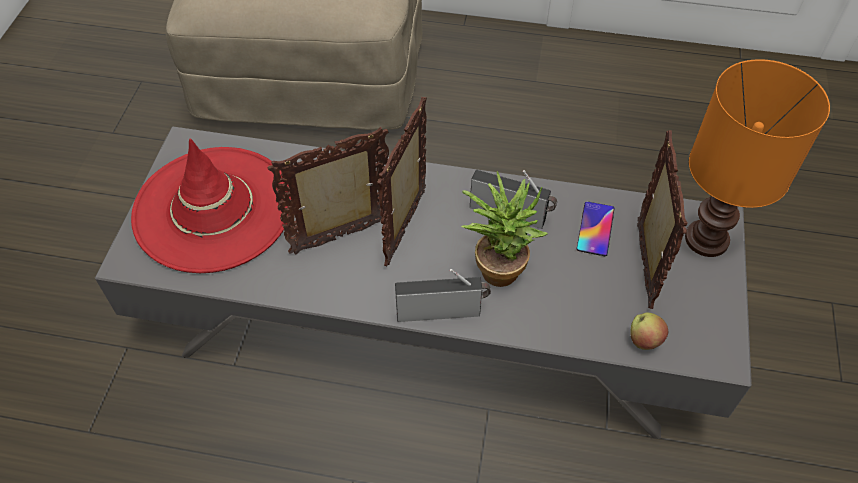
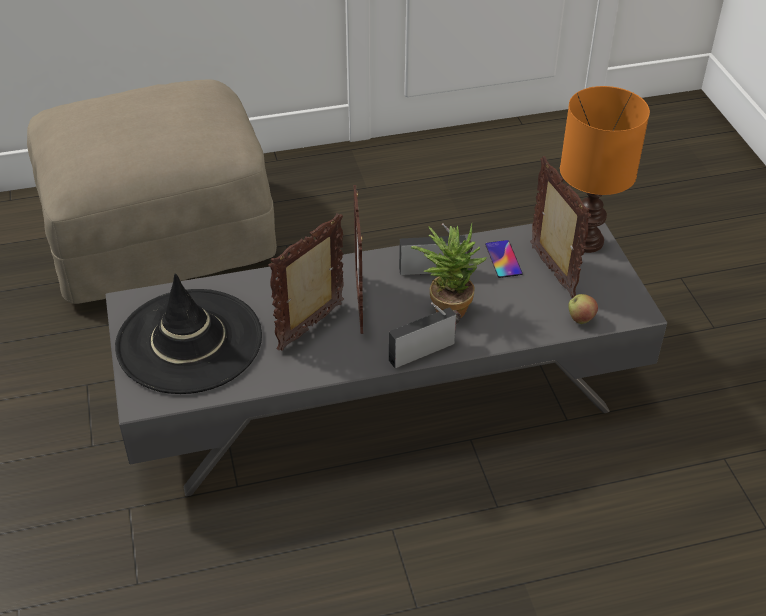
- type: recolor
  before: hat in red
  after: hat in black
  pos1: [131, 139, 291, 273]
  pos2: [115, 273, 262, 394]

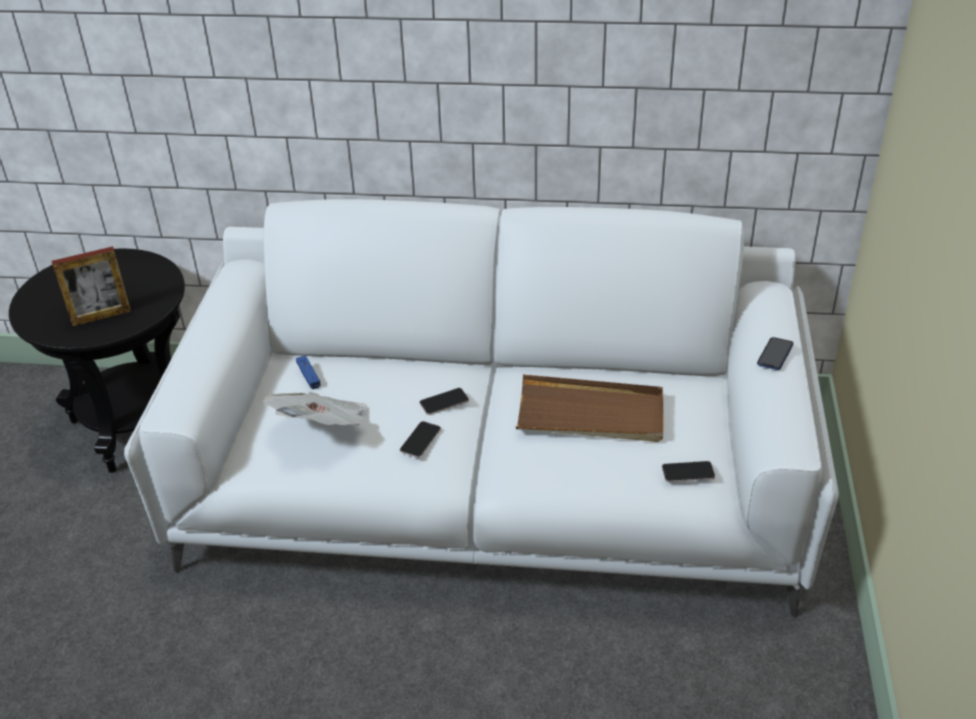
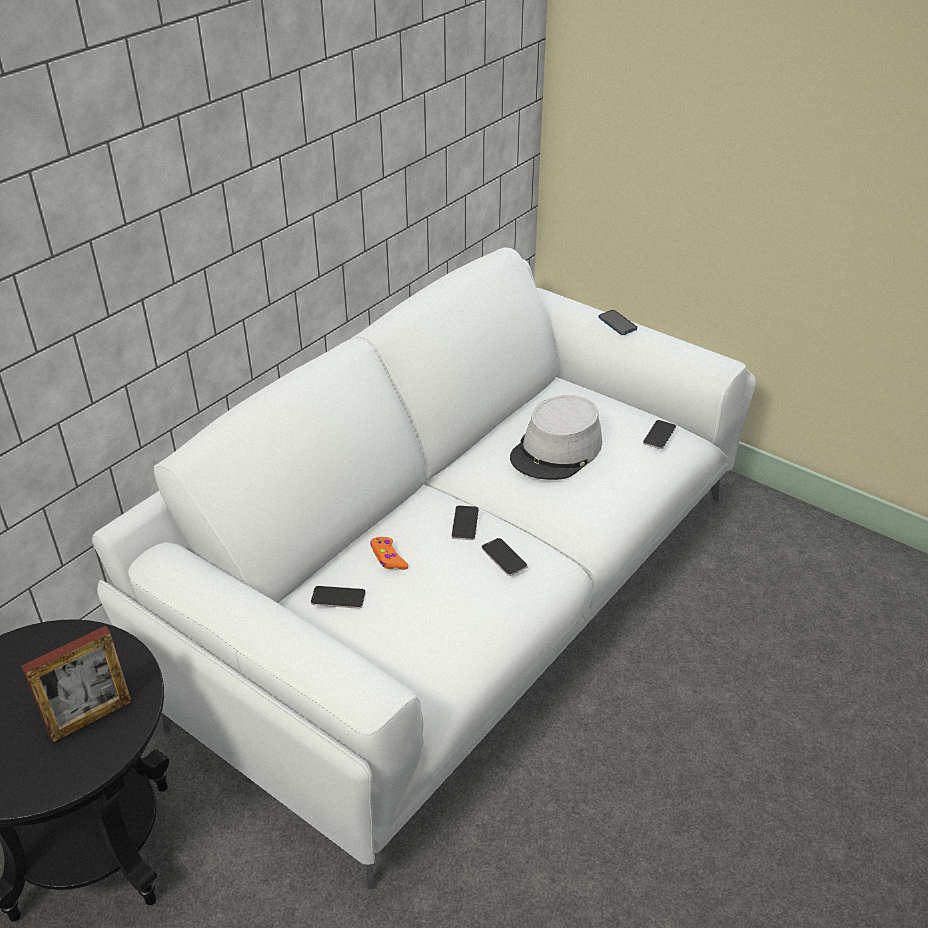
- type: delete
  before: newspaper
  pos1: [263, 392, 368, 425]
- type: insert
  after: gamepad in orange-coloured
  pos2: [370, 537, 408, 570]
- type: replace
  before: gamepad in blue-coloured
  after: phone
  pos1: [296, 355, 321, 389]
  pos2: [310, 586, 366, 609]
- type: replace
  before: carrying tray in brown-coloured
  after: hat in grey
  pos1: [516, 374, 664, 442]
  pos2: [510, 395, 602, 480]
- type: rotate
  before: standing frame
  pos1: [52, 246, 131, 327]
  pos2: [21, 626, 132, 743]
  turn: 45

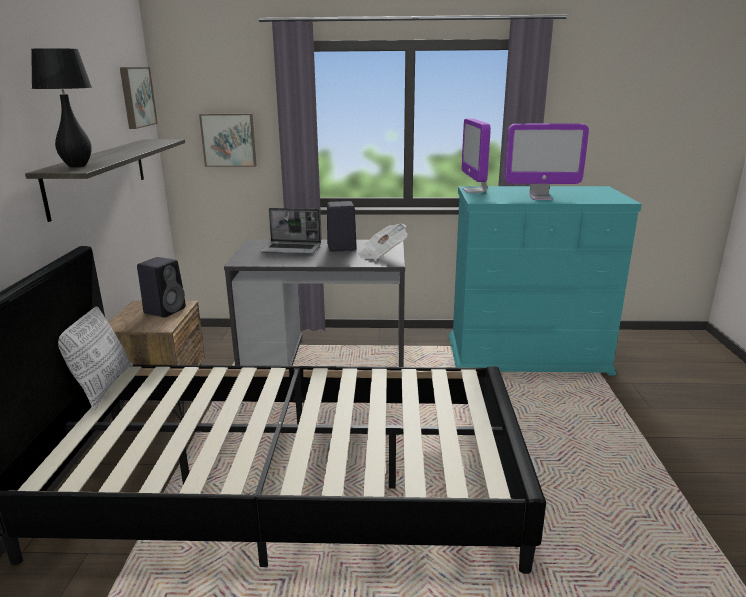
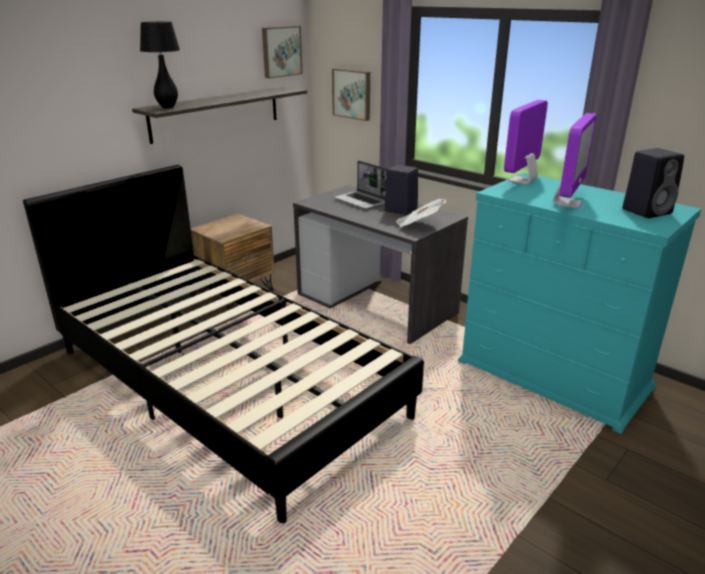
- type: delete
  before: throw pillow
  pos1: [58, 307, 133, 410]
- type: move
  before: audio speaker in black
  pos1: [137, 257, 186, 318]
  pos2: [622, 148, 684, 218]
- type: rotate
  before: computer display
  pos1: [505, 124, 589, 200]
  pos2: [553, 113, 597, 208]
  turn: -105

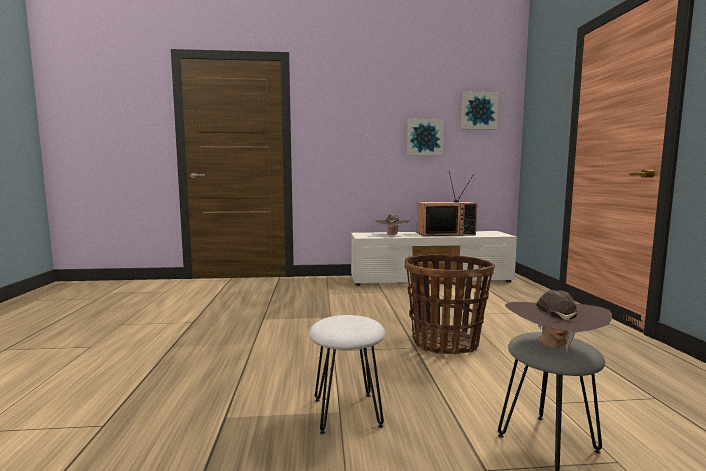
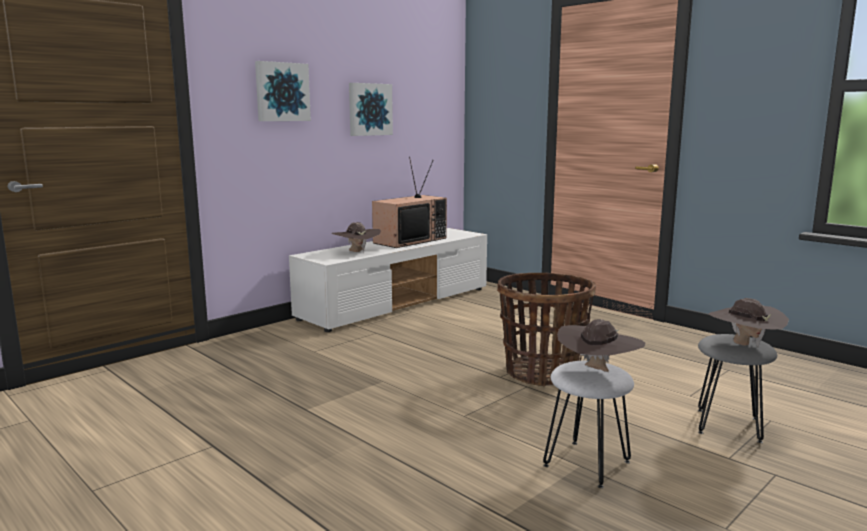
- type: insert
  after: hat in brown-coloured
  pos2: [557, 319, 645, 372]
- type: move
  before: picture
  pos1: [461, 91, 499, 130]
  pos2: [255, 61, 311, 121]

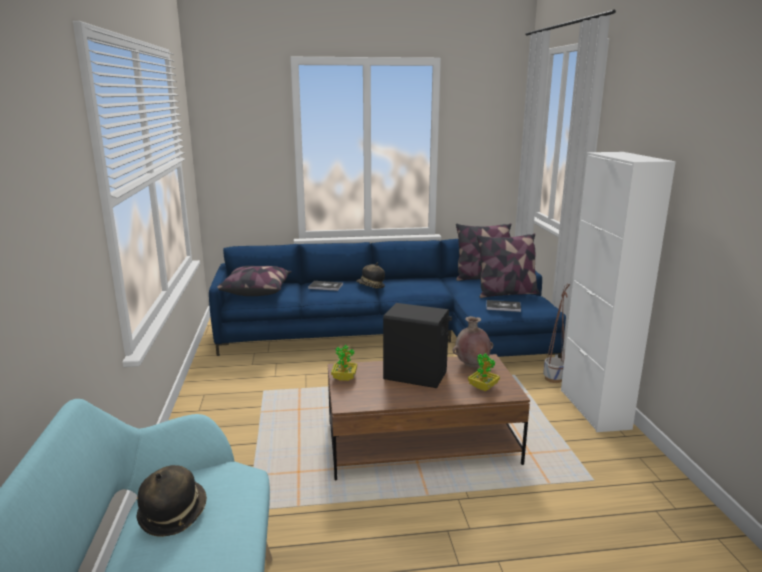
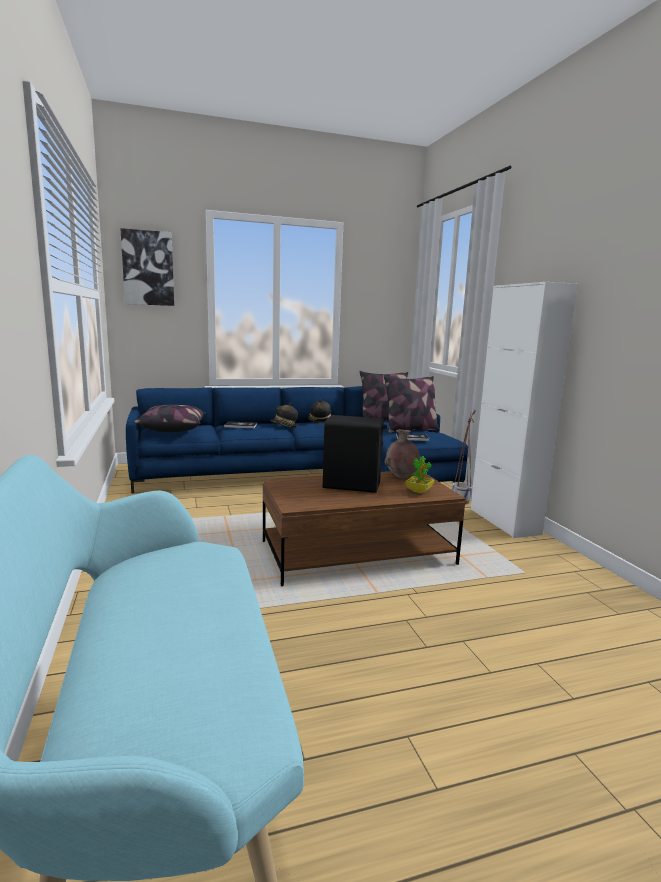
- type: delete
  before: plant in a pot
  pos1: [331, 345, 357, 381]
- type: insert
  after: picture
  pos2: [120, 228, 174, 306]
- type: move
  before: hat
  pos1: [137, 465, 207, 537]
  pos2: [308, 399, 331, 423]

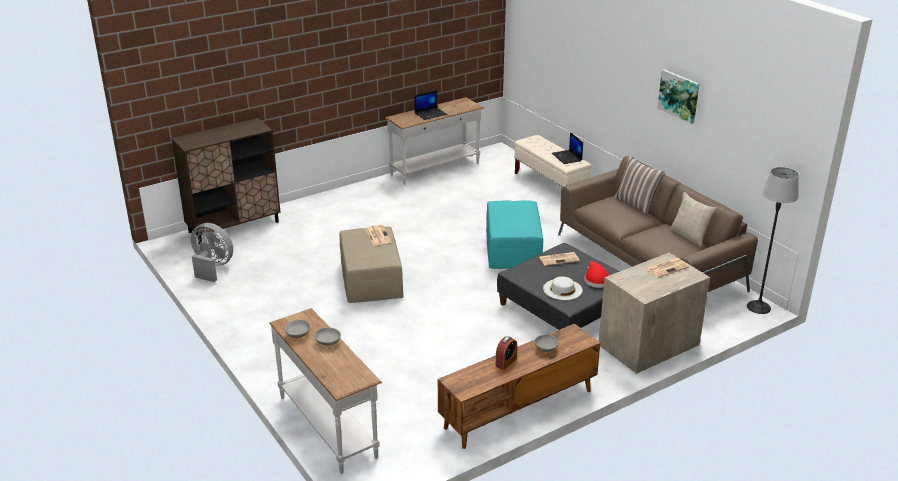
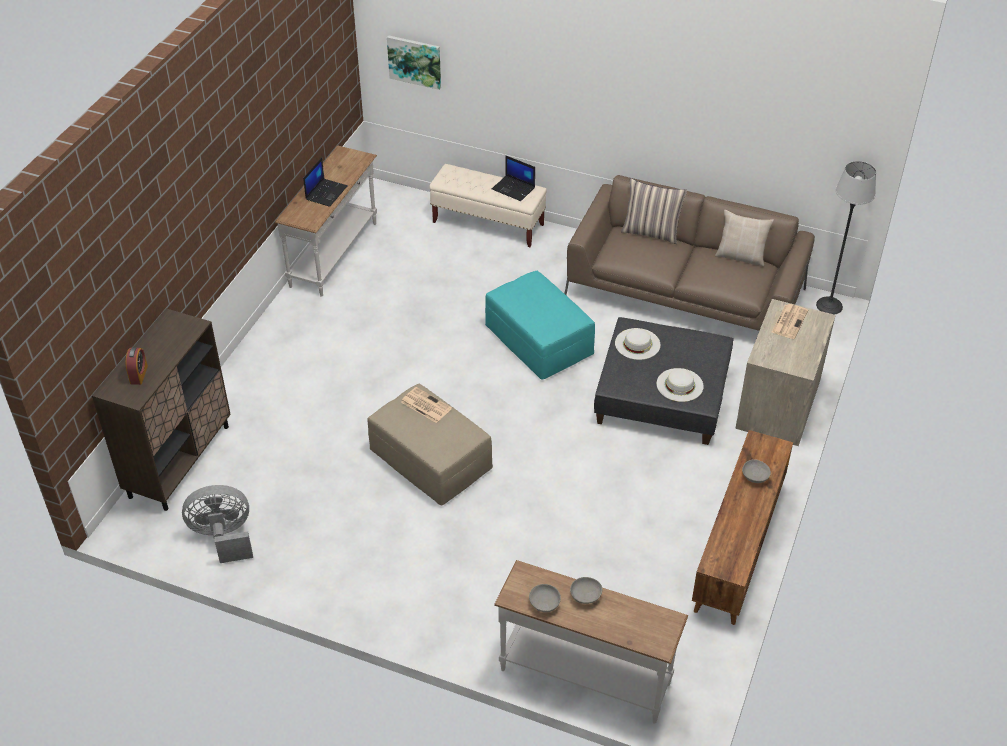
- type: delete
  before: hat in red
  pos1: [584, 261, 609, 288]
- type: move
  before: bedside clock
  pos1: [495, 336, 517, 370]
  pos2: [126, 347, 148, 385]
- type: move
  before: picture
  pos1: [658, 69, 699, 124]
  pos2: [387, 35, 441, 90]
- type: replace
  before: newspaper
  after: hat in white
  pos1: [539, 252, 580, 266]
  pos2: [615, 328, 660, 360]

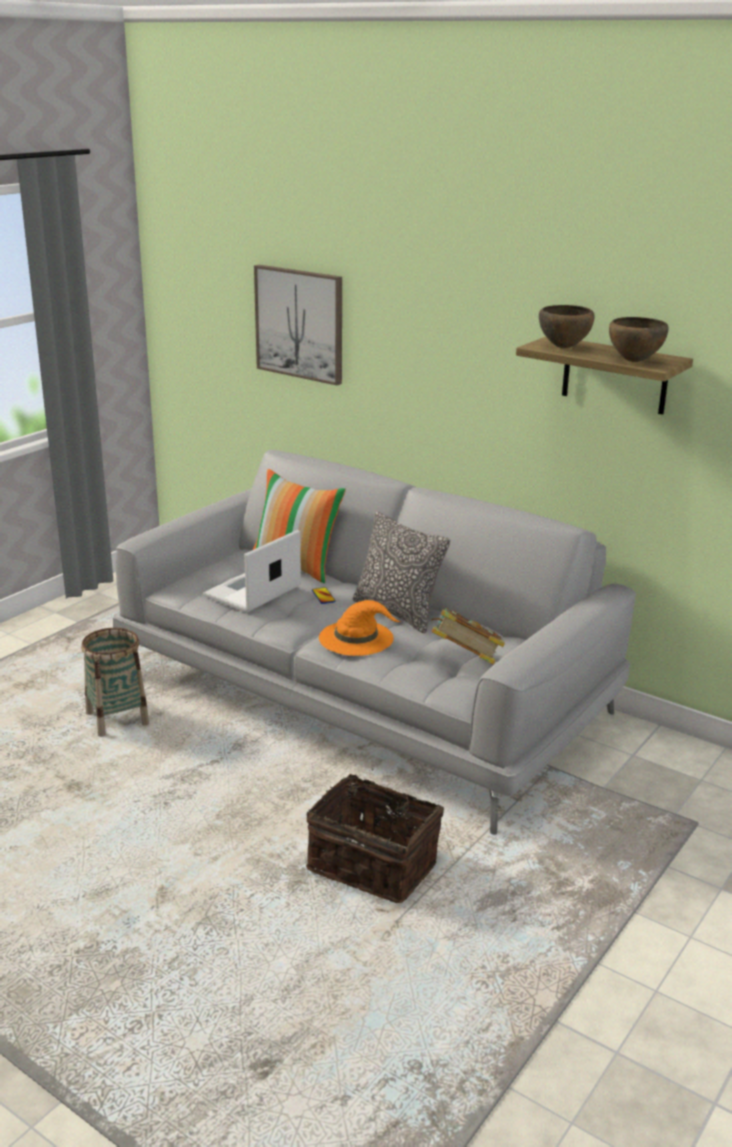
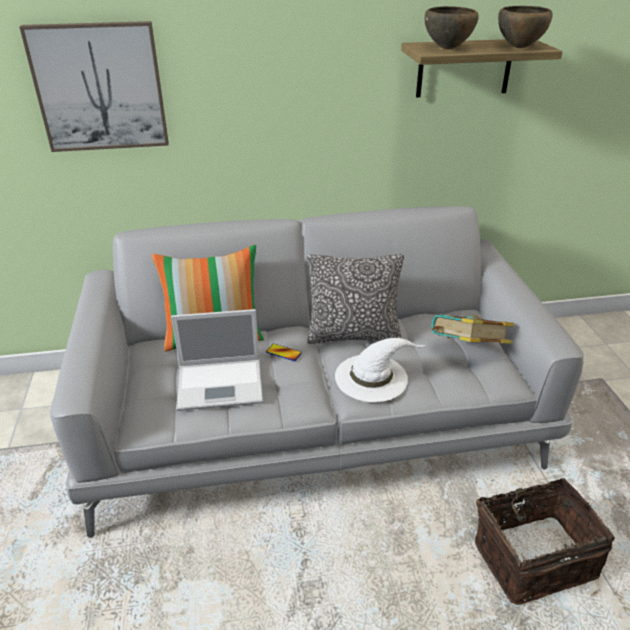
- type: delete
  before: basket
  pos1: [81, 628, 149, 737]
- type: recolor
  before: hat in orange-coloured
  after: hat in white
  pos1: [319, 600, 401, 656]
  pos2: [335, 338, 425, 402]
- type: rotate
  before: notebook computer
  pos1: [203, 530, 301, 613]
  pos2: [171, 309, 263, 411]
  turn: -90

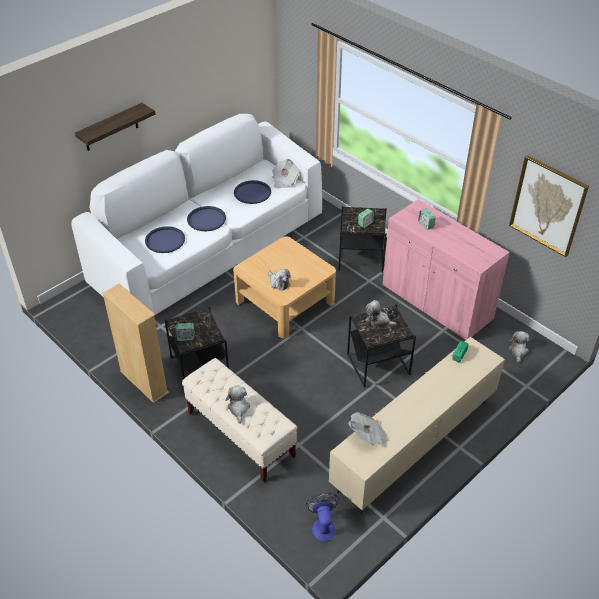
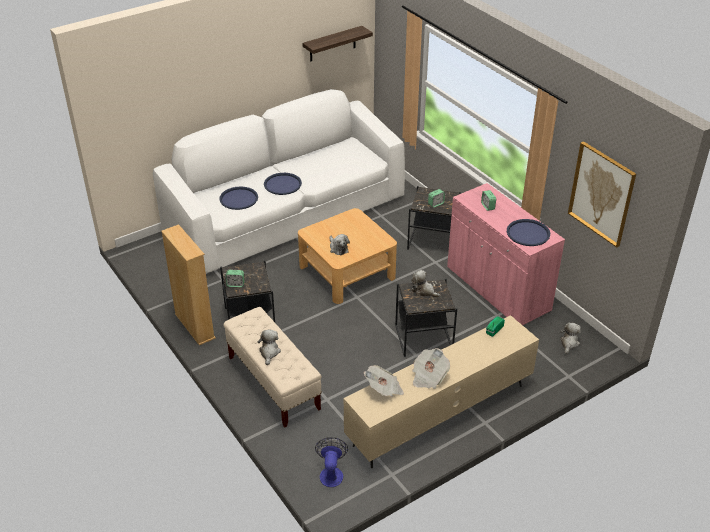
- type: move
  before: wall shelf
  pos1: [75, 103, 155, 151]
  pos2: [303, 26, 373, 62]
- type: move
  before: carrying tray in blue-coloured
  pos1: [234, 180, 271, 204]
  pos2: [507, 219, 550, 246]
- type: move
  before: newspaper
  pos1: [272, 159, 300, 188]
  pos2: [412, 348, 450, 389]

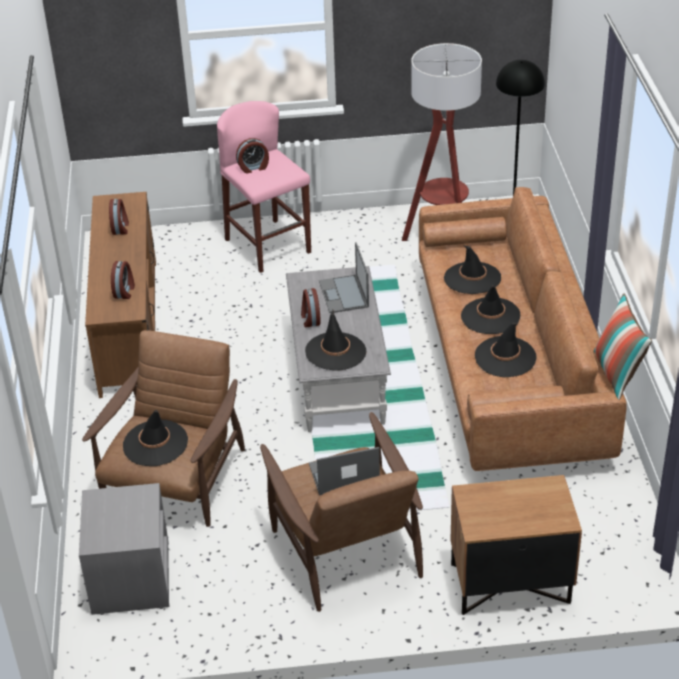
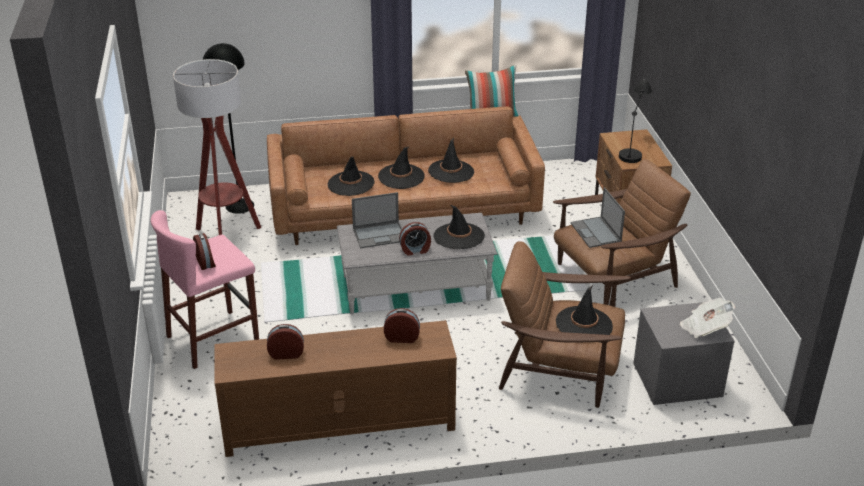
- type: insert
  after: table lamp in black
  pos2: [619, 80, 652, 163]
- type: insert
  after: newspaper
  pos2: [680, 298, 735, 338]

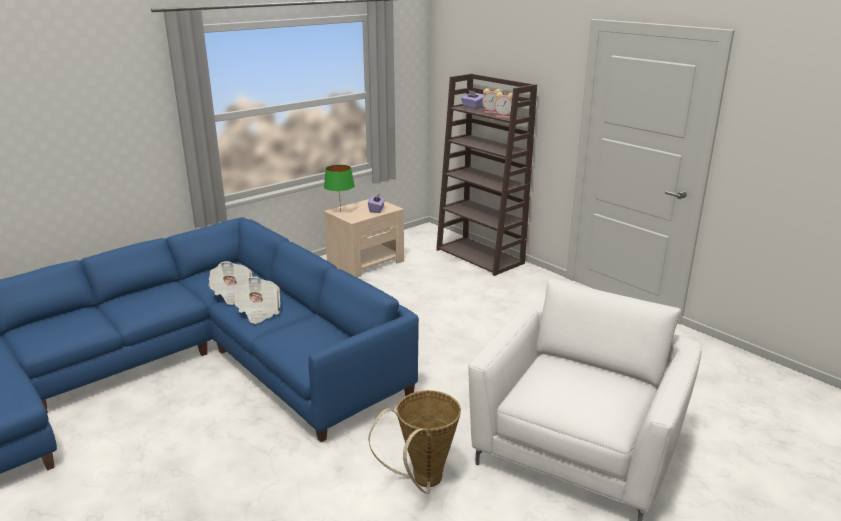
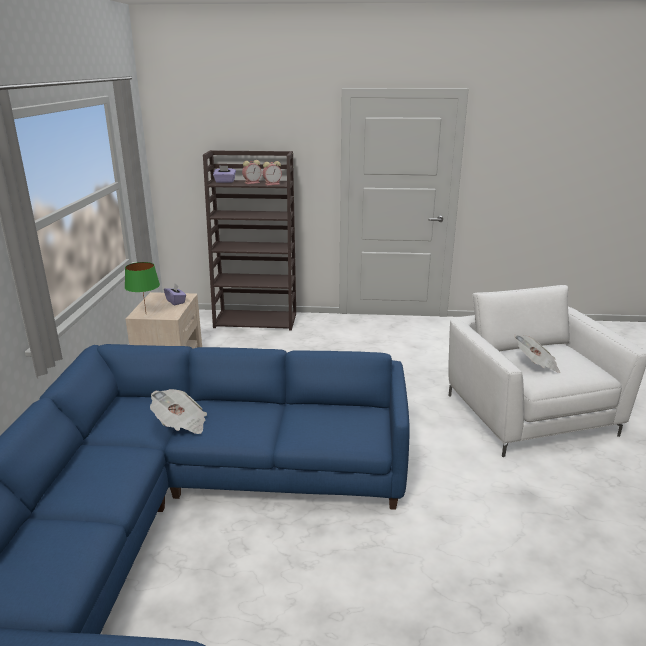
- type: delete
  before: basket
  pos1: [369, 390, 461, 494]
- type: move
  before: newspaper
  pos1: [233, 277, 280, 324]
  pos2: [514, 335, 561, 373]

